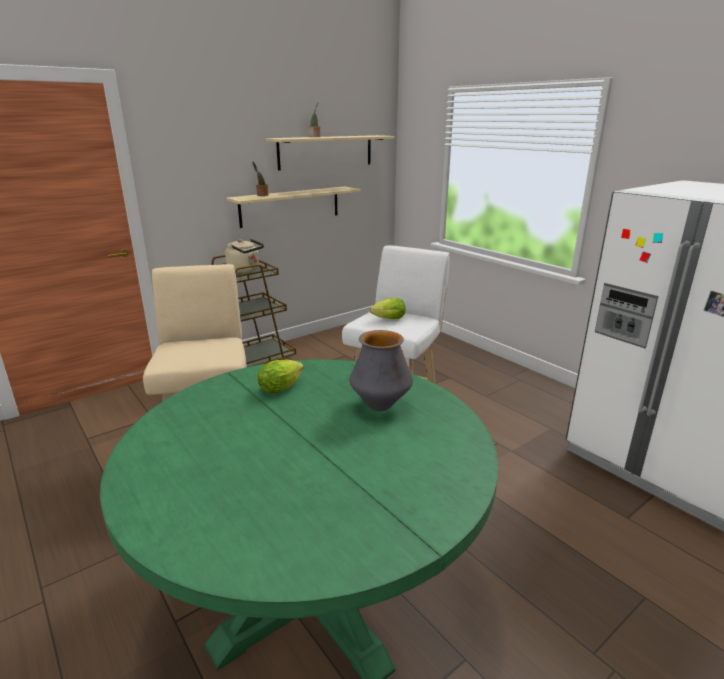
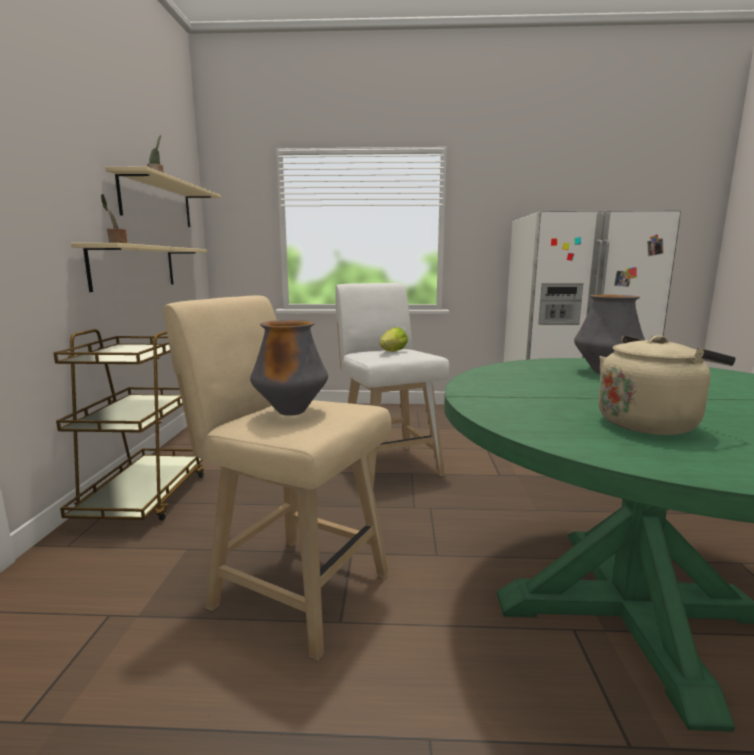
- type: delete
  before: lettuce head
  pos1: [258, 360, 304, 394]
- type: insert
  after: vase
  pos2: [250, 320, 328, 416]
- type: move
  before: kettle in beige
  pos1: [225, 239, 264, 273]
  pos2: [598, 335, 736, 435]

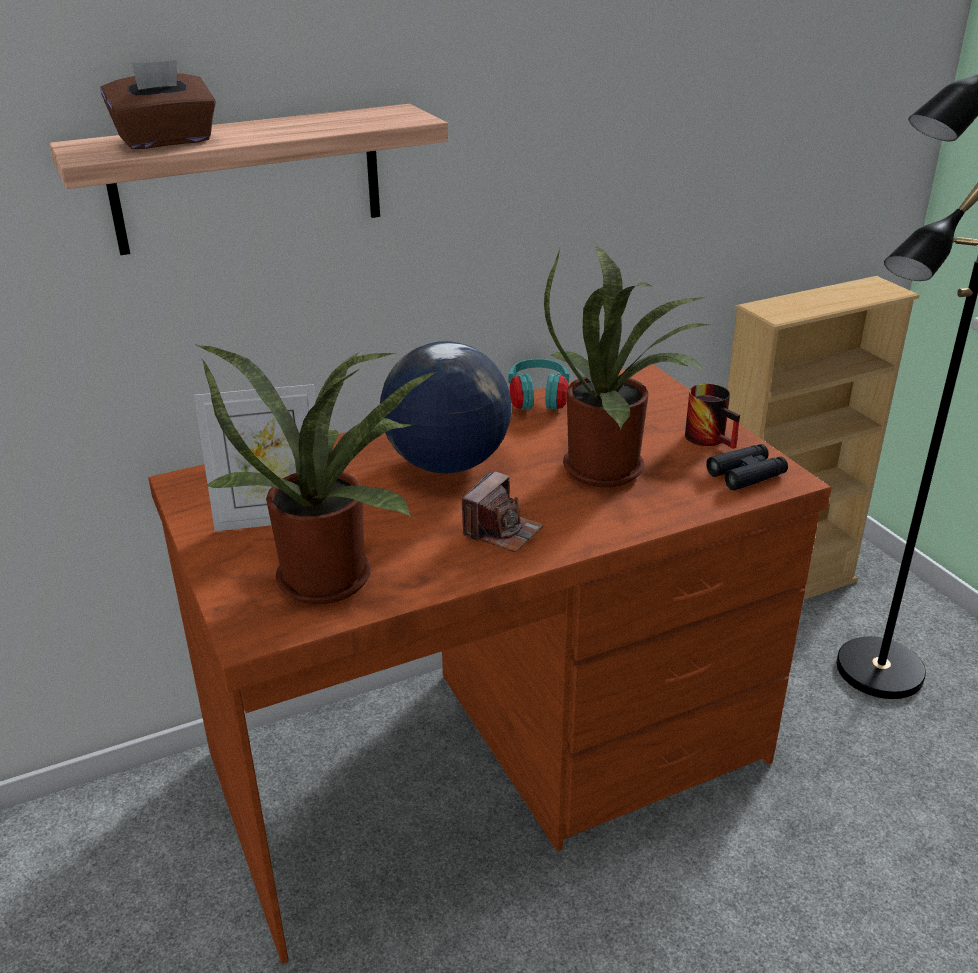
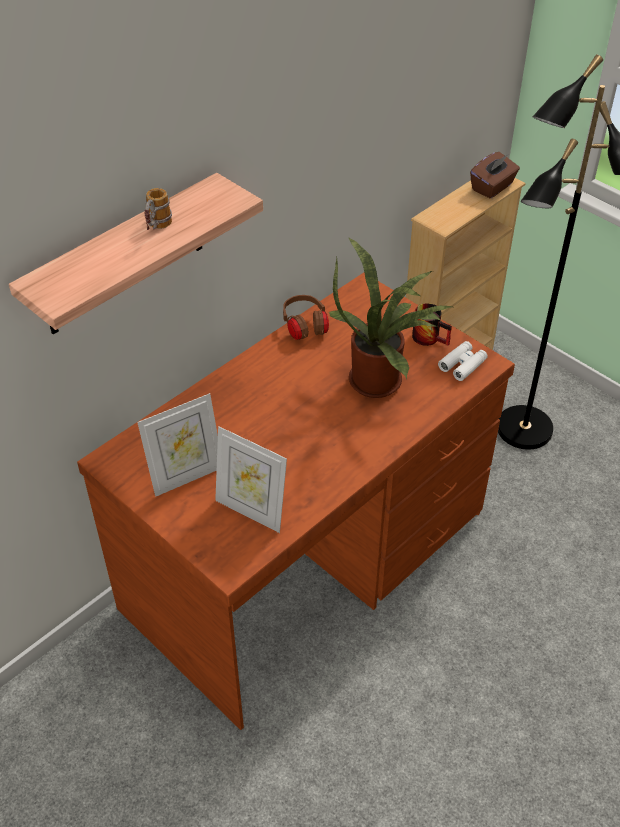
- type: delete
  before: globe
  pos1: [380, 341, 511, 473]
- type: delete
  before: photo camera
  pos1: [462, 471, 544, 553]
- type: insert
  after: tea mug
  pos2: [144, 188, 172, 230]
- type: move
  before: tissue holder in brown-coloured
  pos1: [100, 60, 216, 149]
  pos2: [470, 152, 520, 198]
- type: replace
  before: plant in a pot
  after: standing frame
  pos1: [197, 345, 437, 604]
  pos2: [215, 426, 287, 533]
- type: recolor
  before: headset in turquoise
  after: headset in brown-coloured
  pos1: [508, 359, 569, 410]
  pos2: [283, 295, 329, 340]
- type: recolor
  before: field glasses in black
  after: field glasses in white
  pos1: [706, 444, 788, 490]
  pos2: [438, 341, 487, 381]

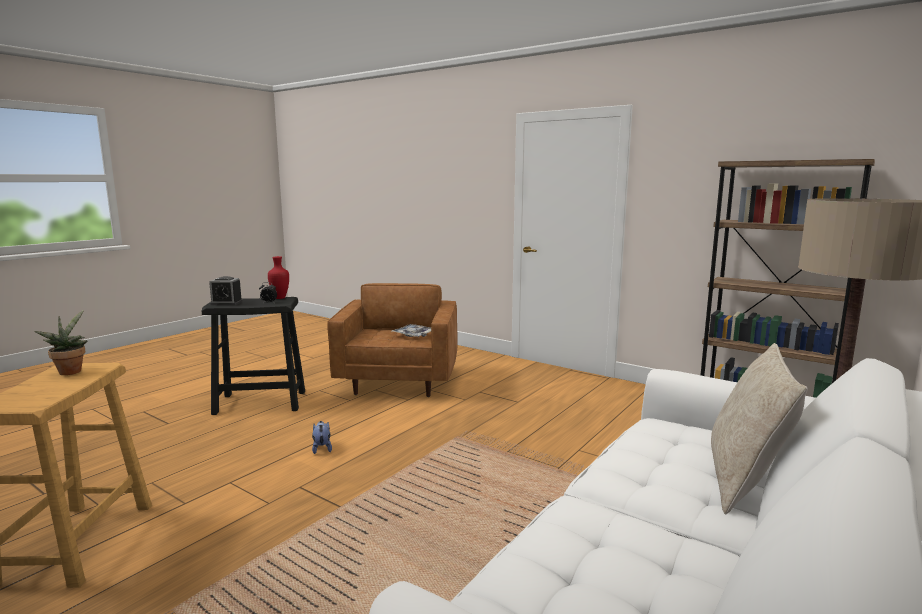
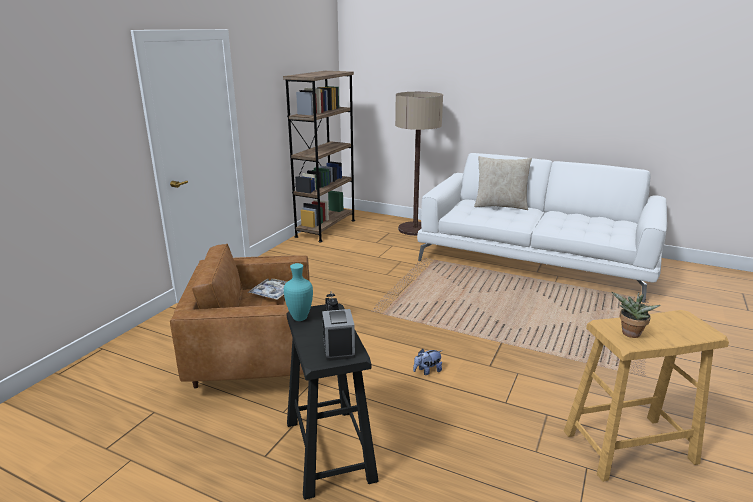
- type: recolor
  before: vase in red
  after: vase in turquoise
  pos1: [268, 256, 289, 299]
  pos2: [284, 263, 313, 321]

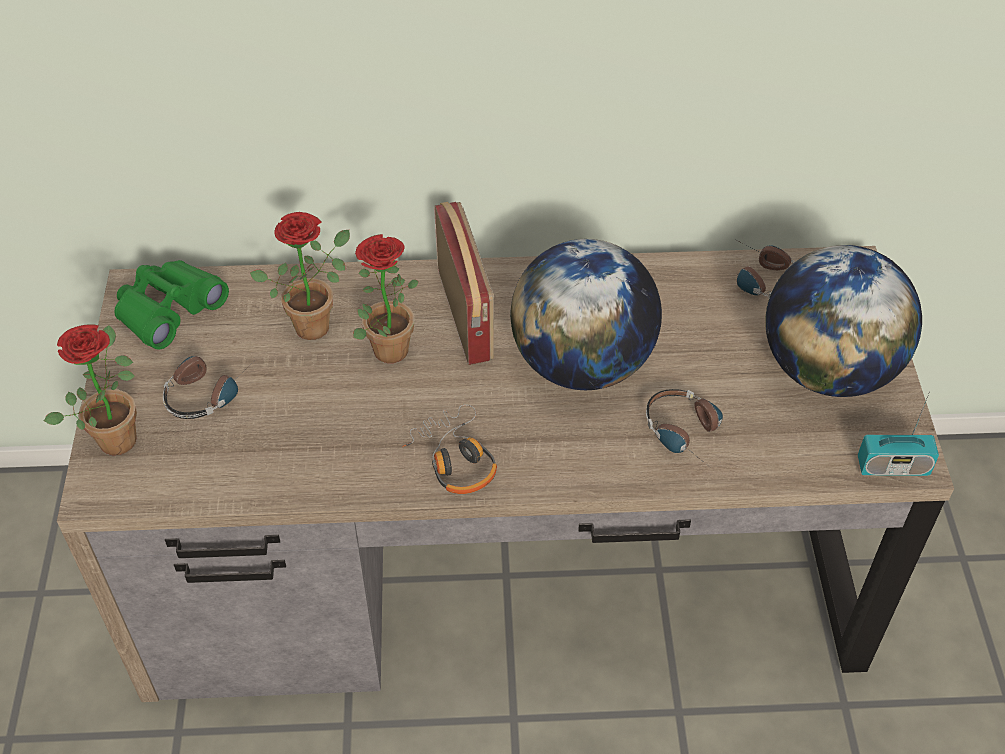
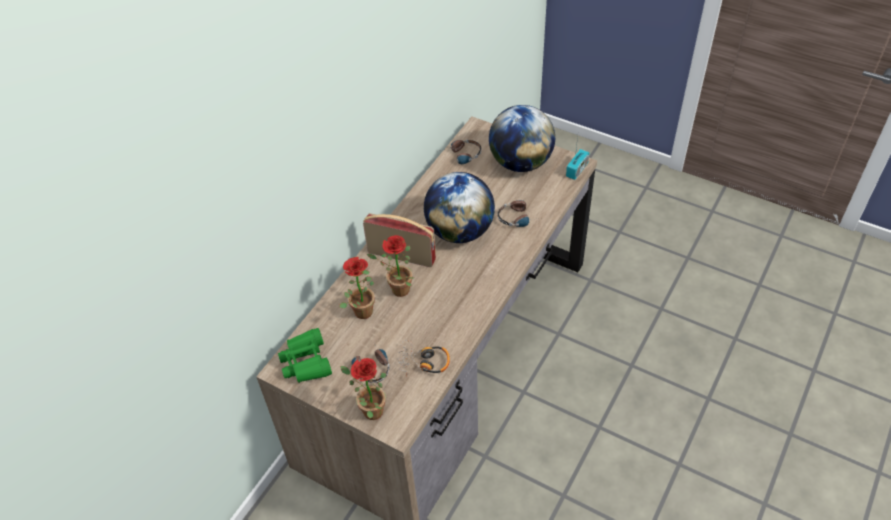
- type: move
  before: headset
  pos1: [402, 404, 497, 494]
  pos2: [398, 340, 450, 377]

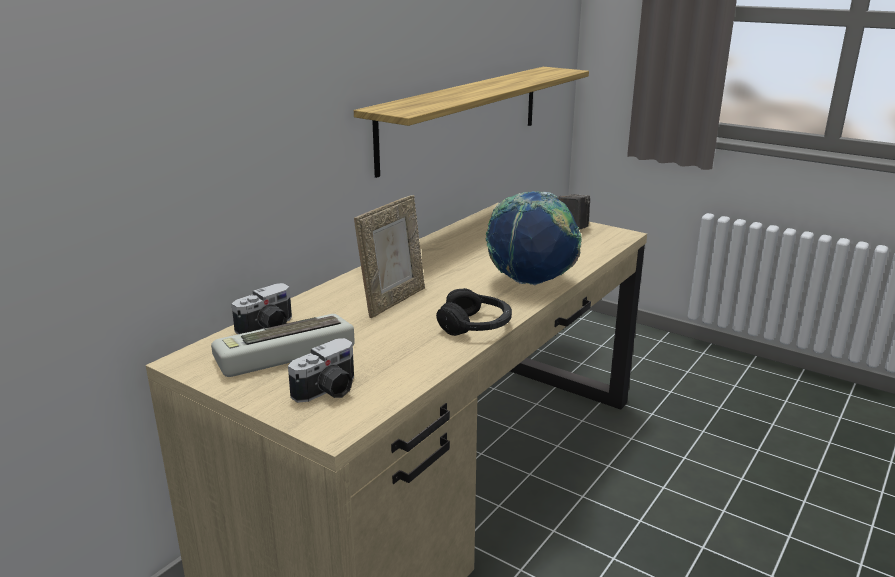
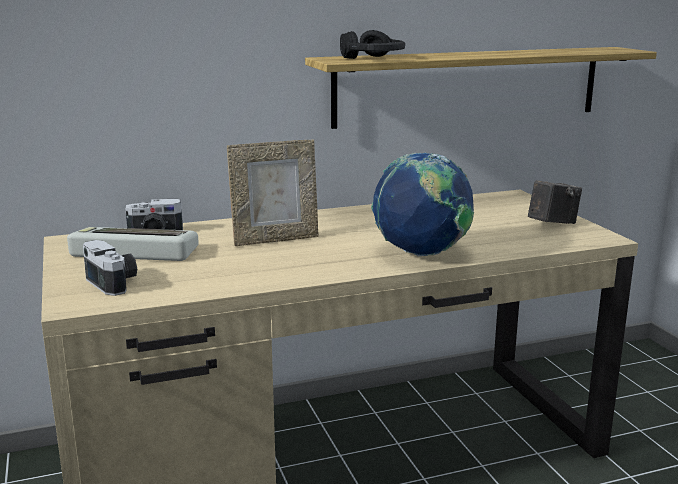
- type: move
  before: headset in black
  pos1: [436, 288, 512, 336]
  pos2: [340, 30, 405, 59]
- type: rotate
  before: photo camera
  pos1: [288, 338, 354, 403]
  pos2: [83, 240, 137, 296]
  turn: -120

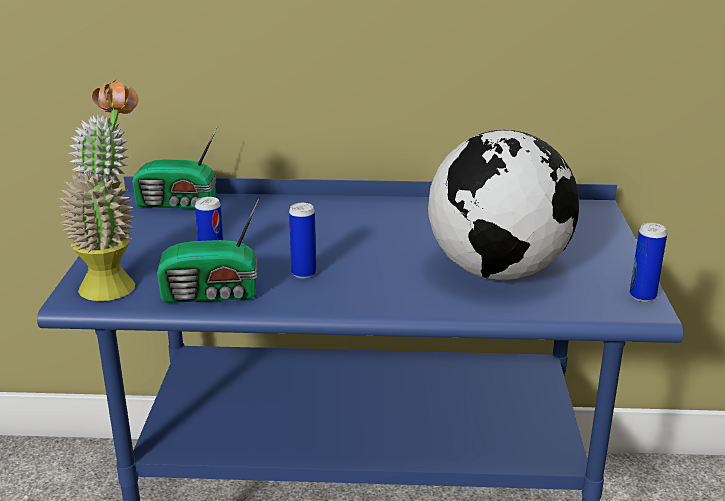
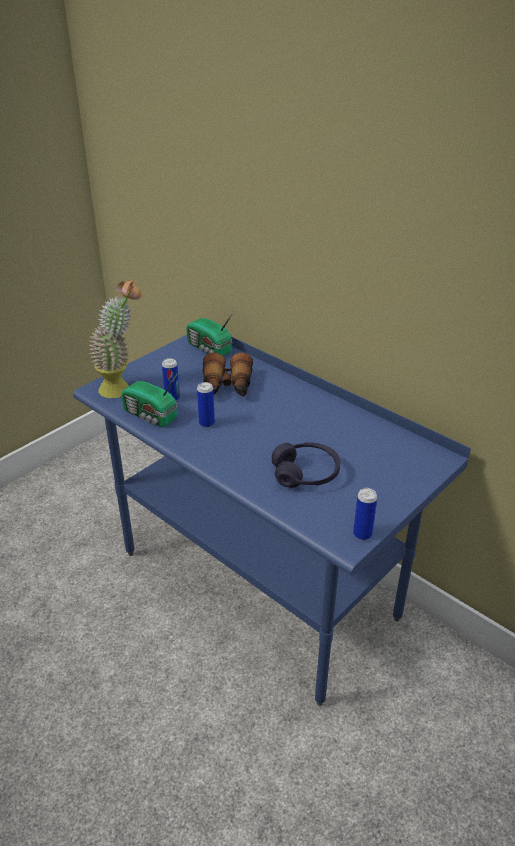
- type: insert
  after: field glasses
  pos2: [203, 353, 253, 397]
- type: replace
  before: globe
  after: headset in purple-coloured
  pos1: [428, 130, 579, 280]
  pos2: [272, 442, 340, 488]

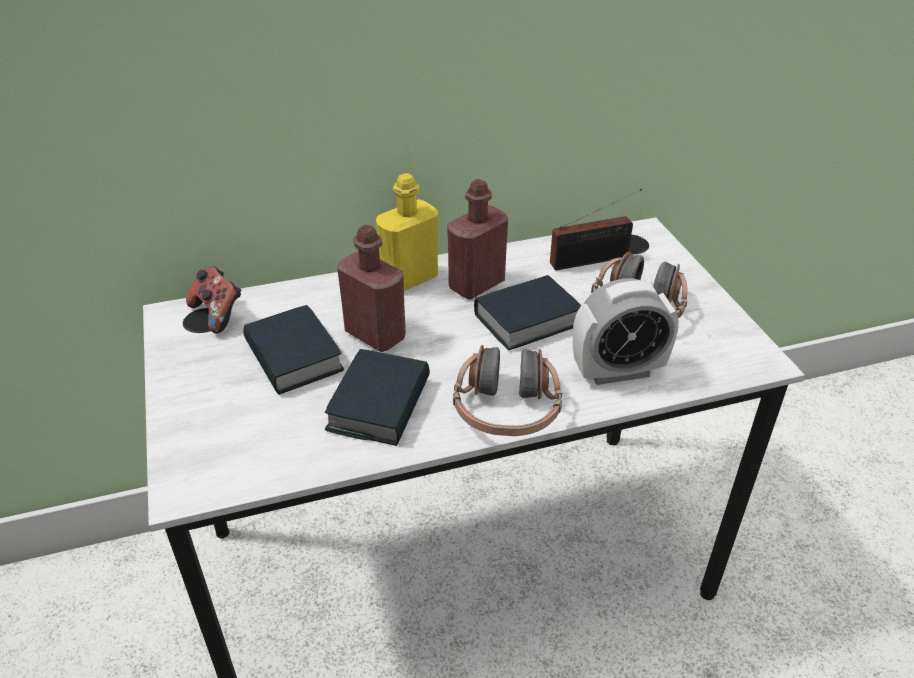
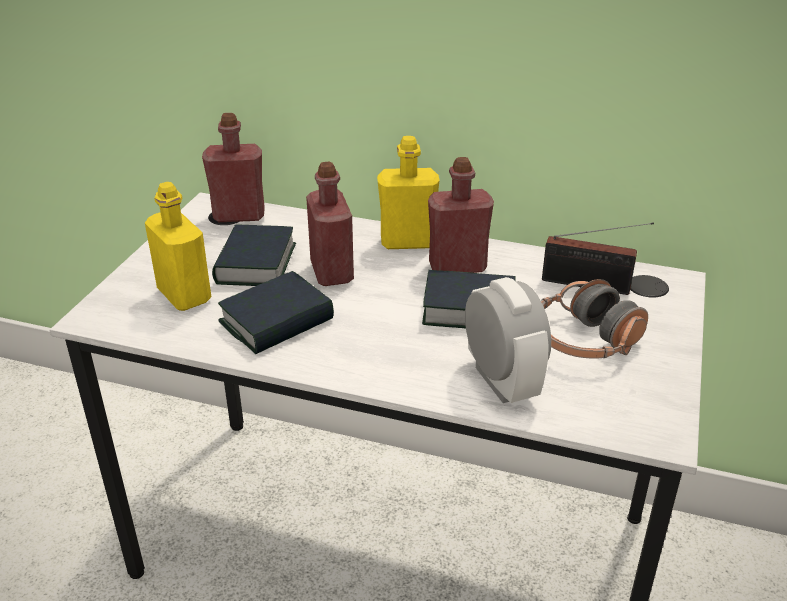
- type: delete
  before: headset
  pos1: [453, 345, 562, 436]
- type: insert
  after: drink bottle in yellow-coloured
  pos2: [145, 182, 212, 311]
- type: replace
  before: gamepad
  after: drink bottle in red
  pos1: [186, 266, 241, 334]
  pos2: [202, 113, 265, 222]
- type: rotate
  before: bedside clock
  pos1: [573, 278, 679, 385]
  pos2: [465, 277, 551, 403]
  turn: -135

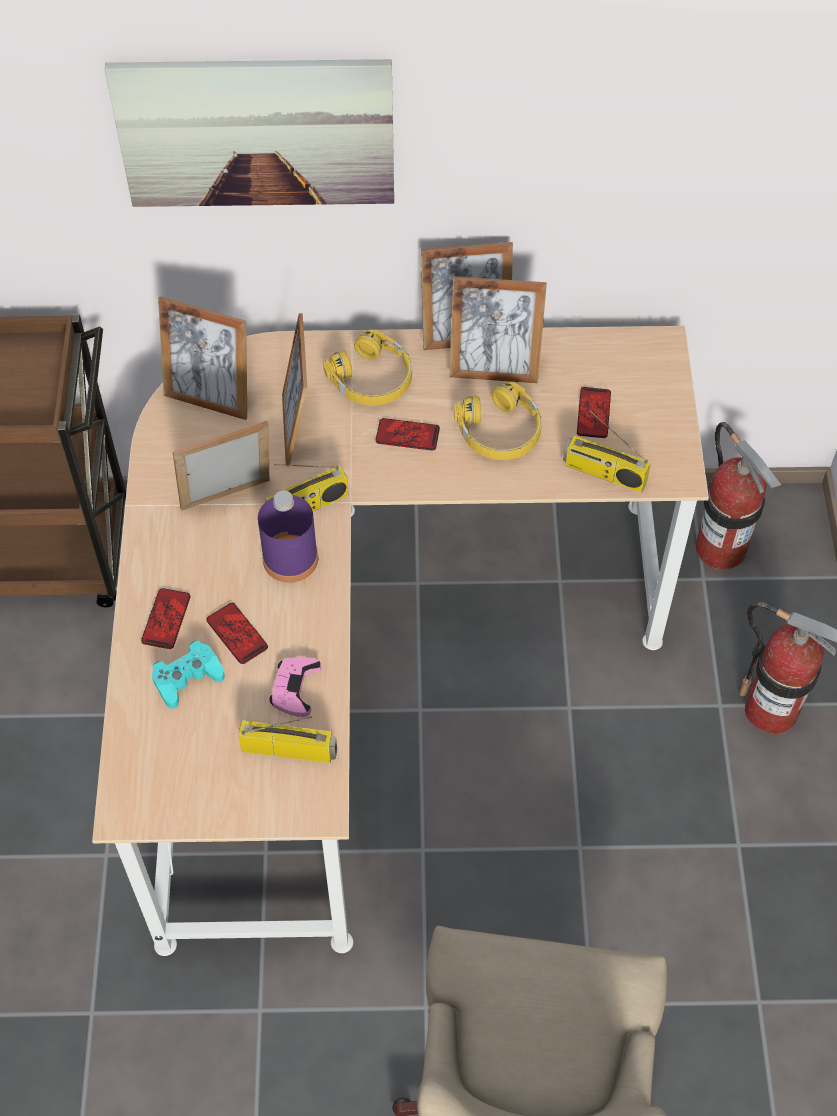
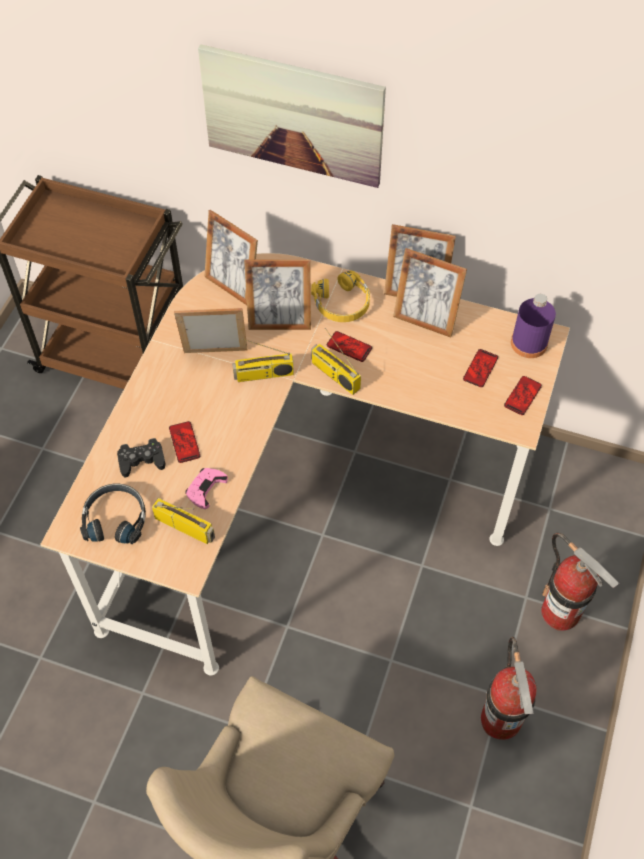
- type: delete
  before: headset in yellow-coloured
  pos1: [454, 382, 542, 460]
- type: insert
  after: headset in black
  pos2: [80, 483, 146, 544]
- type: move
  before: phone
  pos1: [141, 588, 190, 649]
  pos2: [504, 376, 542, 415]
- type: move
  before: drink bottle in purple-coloured
  pos1: [258, 490, 318, 583]
  pos2: [511, 294, 556, 358]
- type: move
  before: radio set
  pos1: [563, 410, 651, 493]
  pos2: [311, 328, 361, 395]
- type: move
  before: extinguisher
  pos1: [696, 422, 781, 570]
  pos2: [481, 637, 537, 740]
- type: recolor
  before: gamepad in turquoise
  after: gamepad in black
  pos1: [152, 640, 225, 709]
  pos2: [117, 438, 165, 477]
- type: rotate
  before: standing frame
  pos1: [282, 313, 307, 465]
  pos2: [244, 259, 311, 330]
  turn: -105

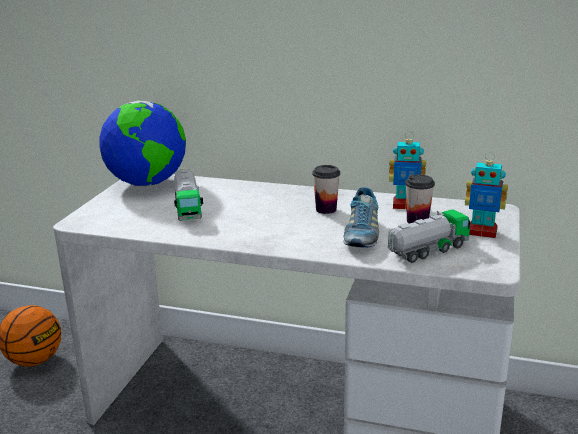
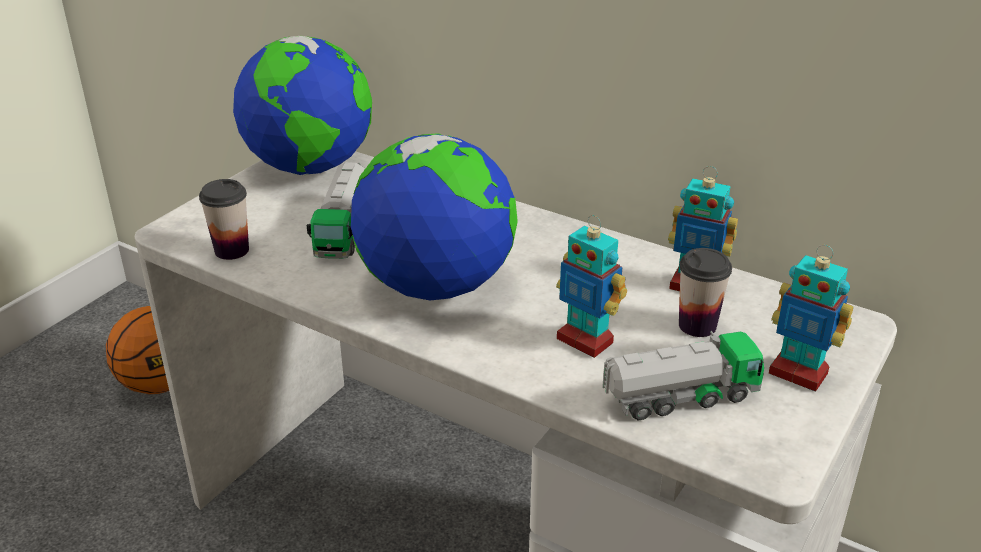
- type: insert
  after: globe
  pos2: [351, 133, 518, 301]
- type: move
  before: small cup
  pos1: [312, 165, 340, 214]
  pos2: [199, 179, 249, 260]
- type: replace
  before: low shoe
  after: robot figure
  pos1: [343, 187, 379, 248]
  pos2: [556, 215, 627, 358]

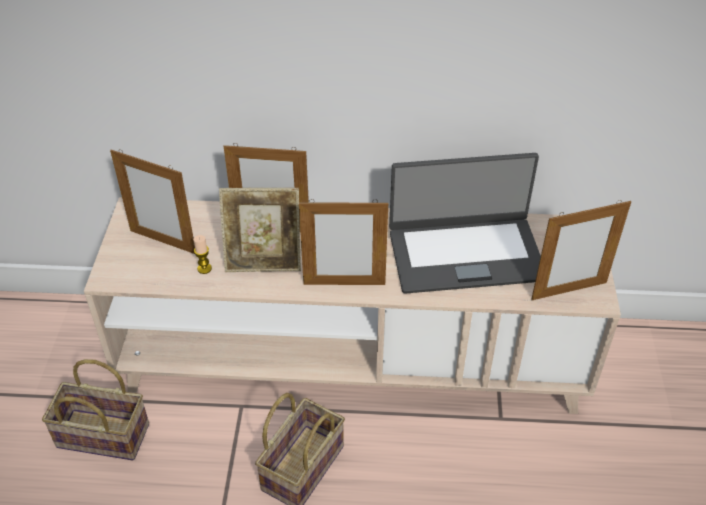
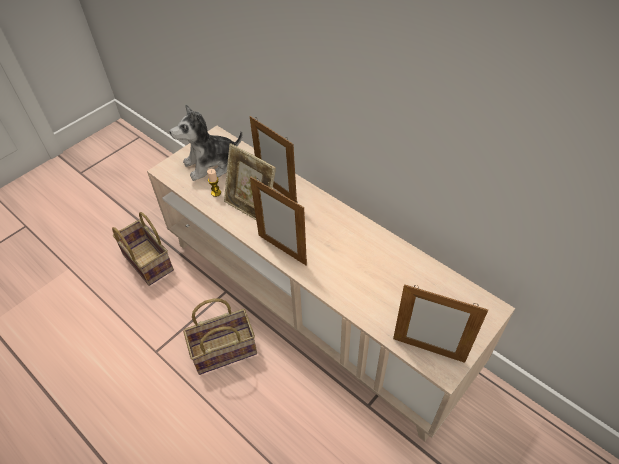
- type: delete
  before: notebook computer
  pos1: [389, 153, 541, 294]
- type: replace
  before: standing frame
  after: cuddly toy
  pos1: [110, 149, 195, 254]
  pos2: [170, 105, 242, 181]

